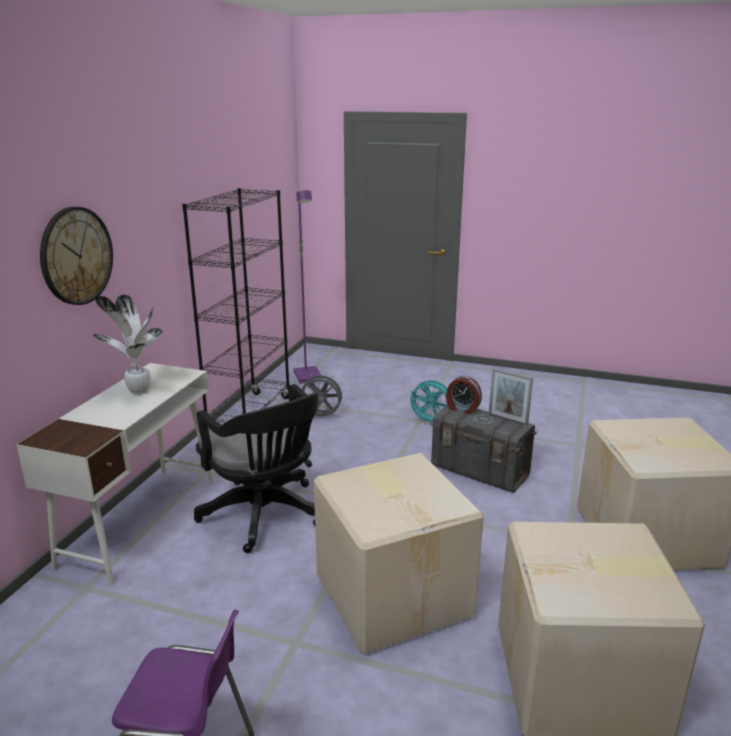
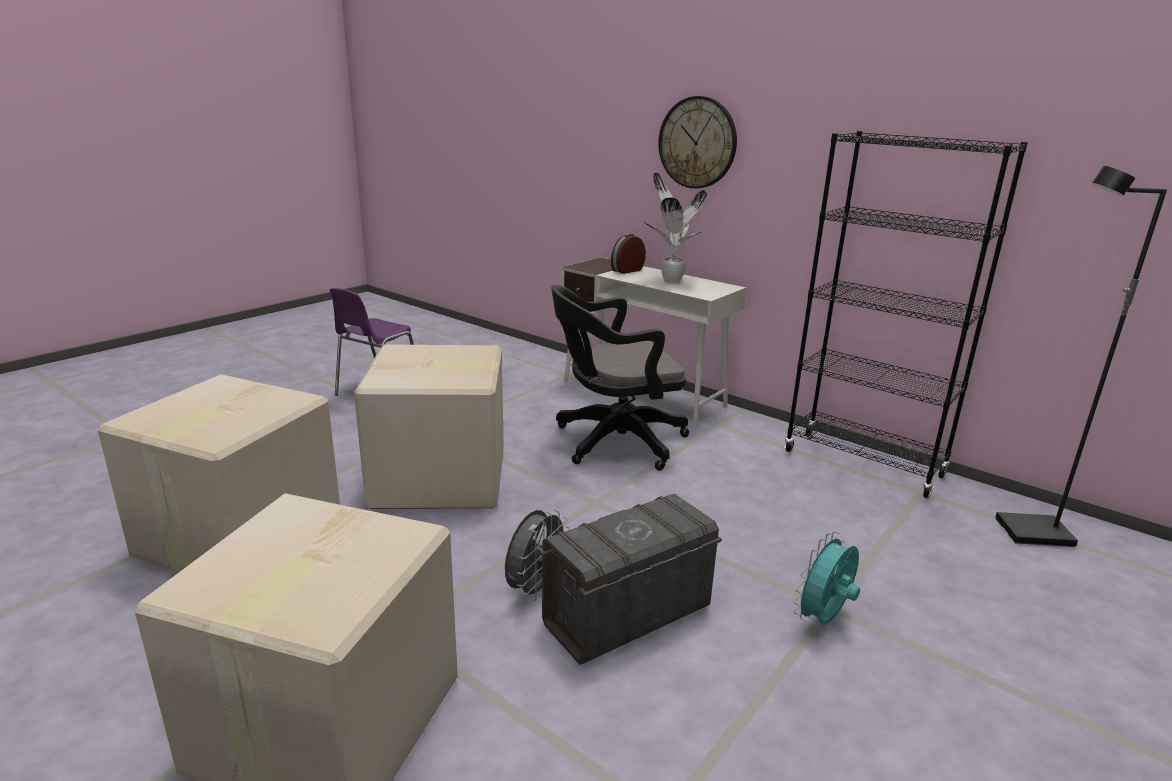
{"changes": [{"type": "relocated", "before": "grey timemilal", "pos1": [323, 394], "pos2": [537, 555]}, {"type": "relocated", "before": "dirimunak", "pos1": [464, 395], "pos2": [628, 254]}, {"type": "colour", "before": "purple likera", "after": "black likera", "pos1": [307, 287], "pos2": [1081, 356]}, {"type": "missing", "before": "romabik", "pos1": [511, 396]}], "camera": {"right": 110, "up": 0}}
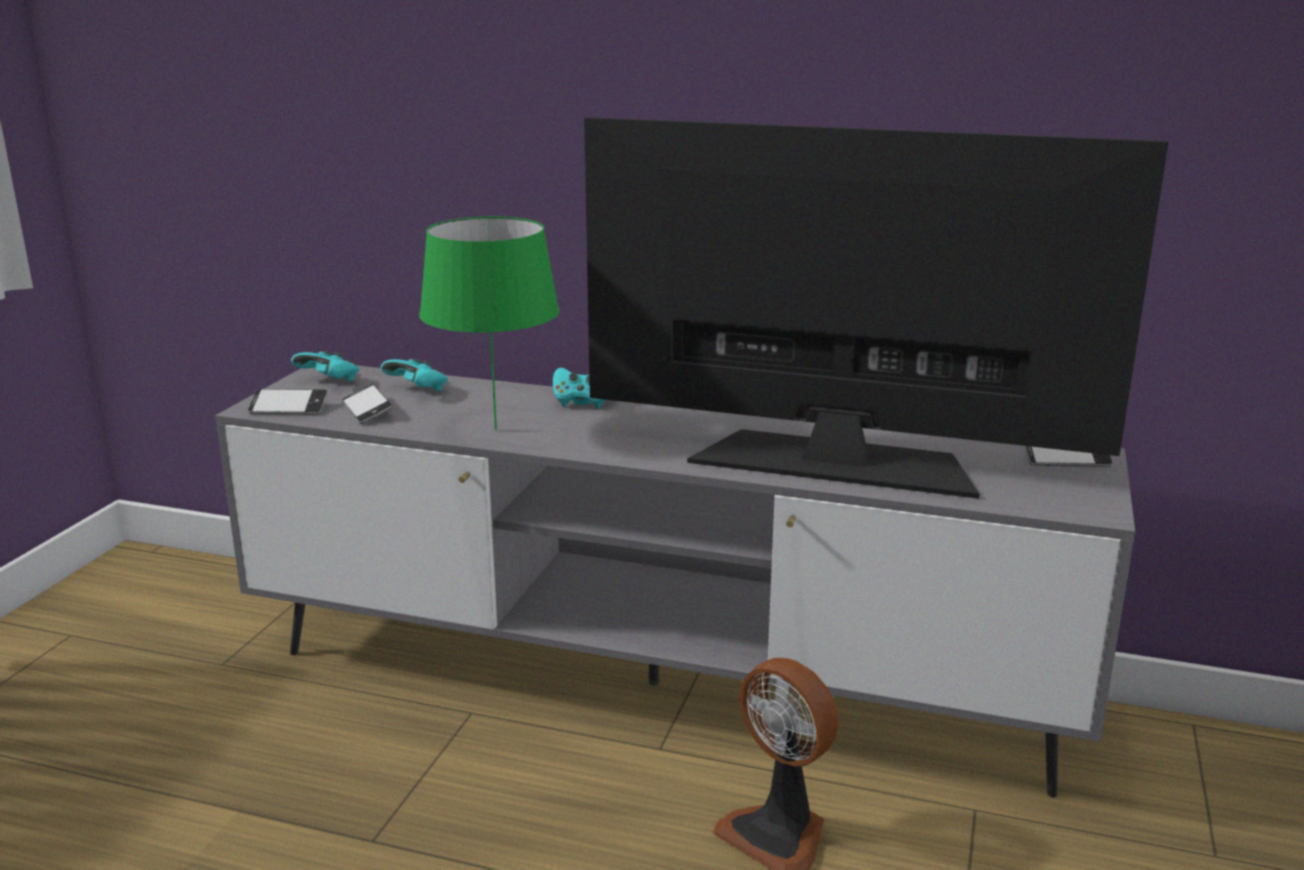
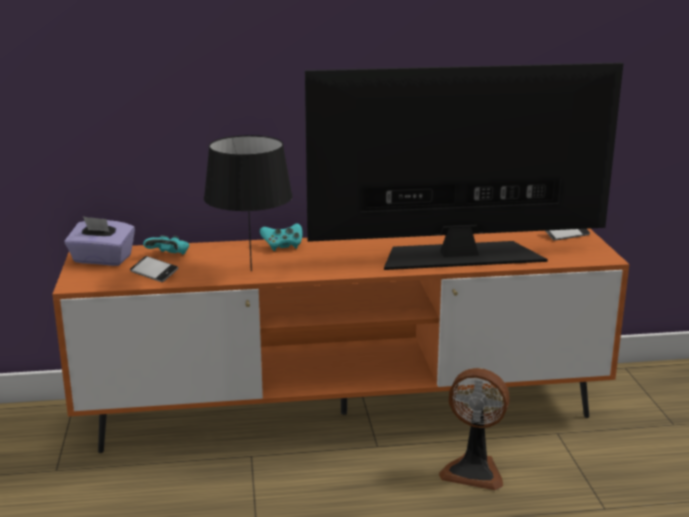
{"changes": [{"type": "colour", "before": "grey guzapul", "after": "orange guzapul", "pos1": [675, 581], "pos2": [340, 340]}, {"type": "exchanged", "before": "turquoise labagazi", "after": "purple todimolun", "pos1": [325, 366], "pos2": [100, 241]}, {"type": "colour", "before": "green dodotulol", "after": "black dodotulol", "pos1": [489, 323], "pos2": [248, 203]}, {"type": "missing", "before": "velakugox", "pos1": [288, 402]}], "camera": {"right": -25, "up": 0}}
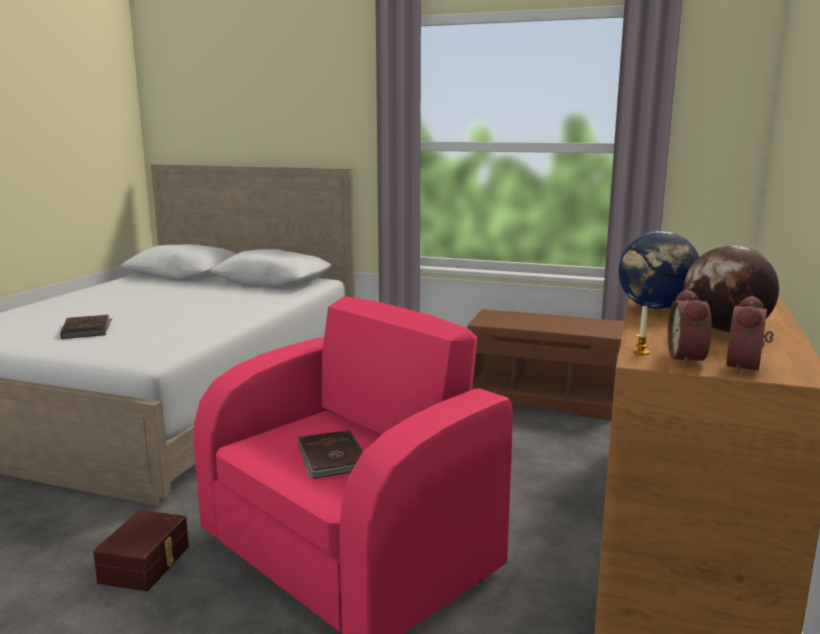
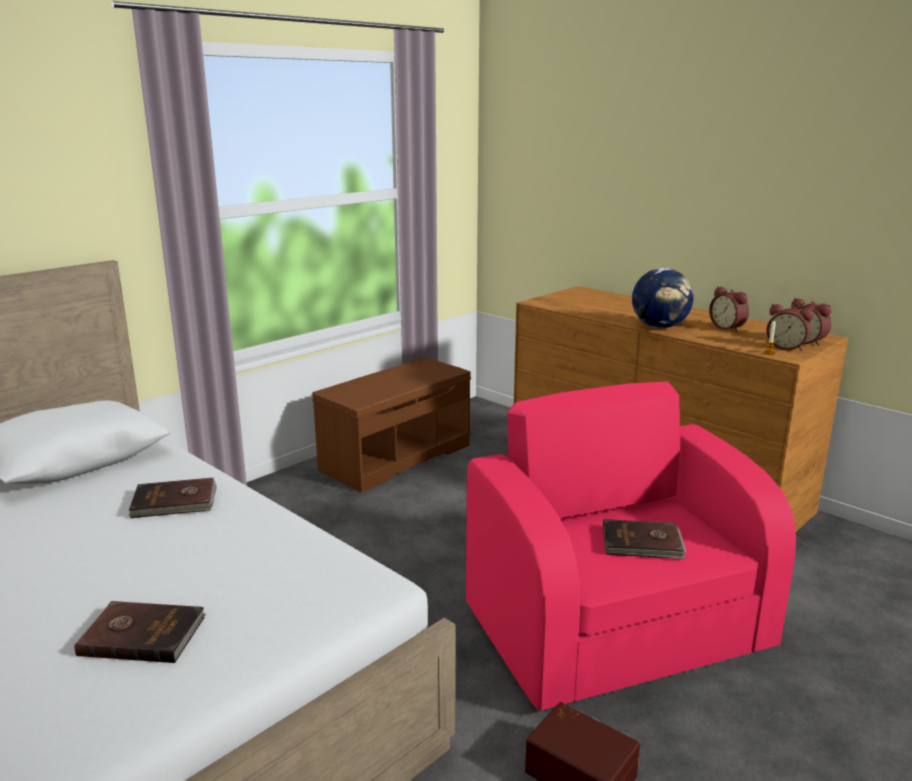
{"changes": [{"type": "appeared", "after": "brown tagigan", "pos2": [172, 498]}, {"type": "exchanged", "before": "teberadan", "after": "dirimunak", "pos1": [731, 289], "pos2": [729, 309]}], "camera": {"right": -65, "up": 5}}
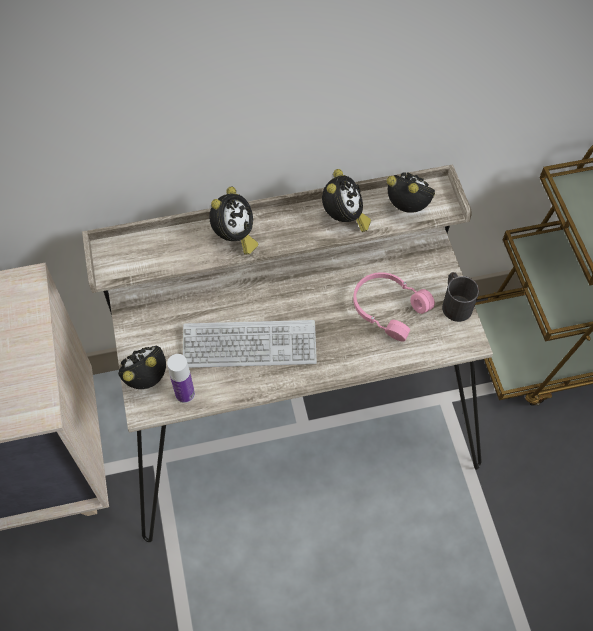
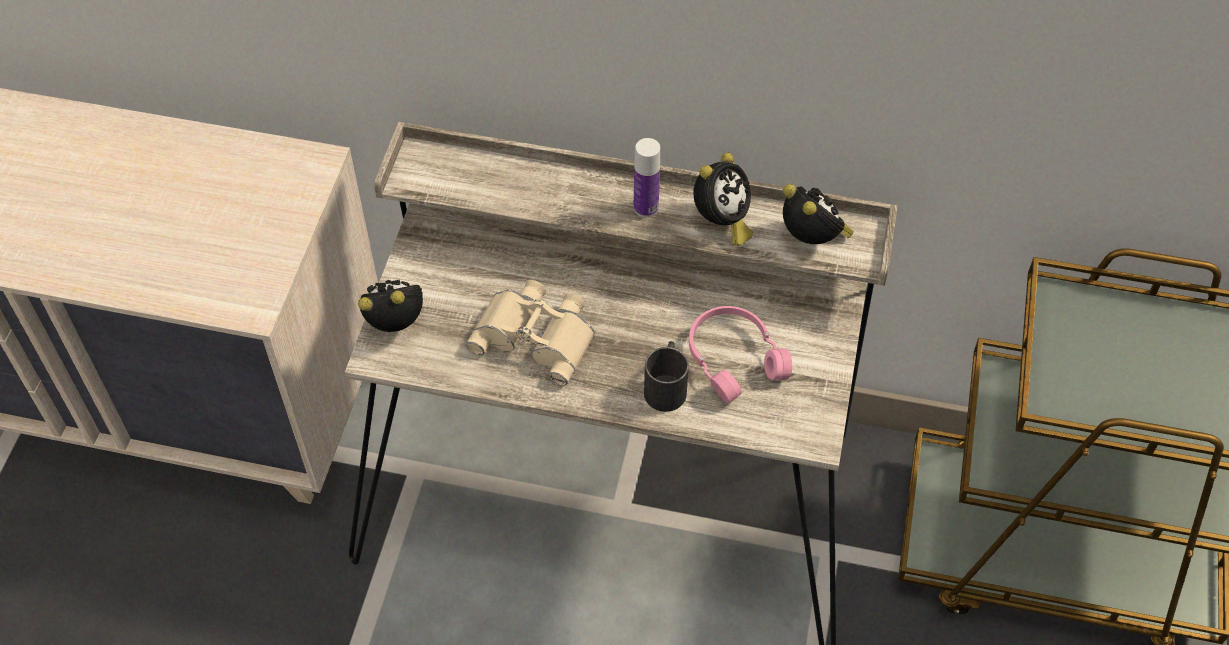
{"changes": [{"type": "exchanged", "before": "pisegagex", "after": "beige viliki", "pos1": [250, 344], "pos2": [530, 333]}, {"type": "relocated", "before": "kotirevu", "pos1": [181, 378], "pos2": [647, 177]}, {"type": "relocated", "before": "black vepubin", "pos1": [460, 297], "pos2": [666, 376]}, {"type": "missing", "before": "dirimunak", "pos1": [233, 220]}], "camera": {"right": 25, "up": -5}}
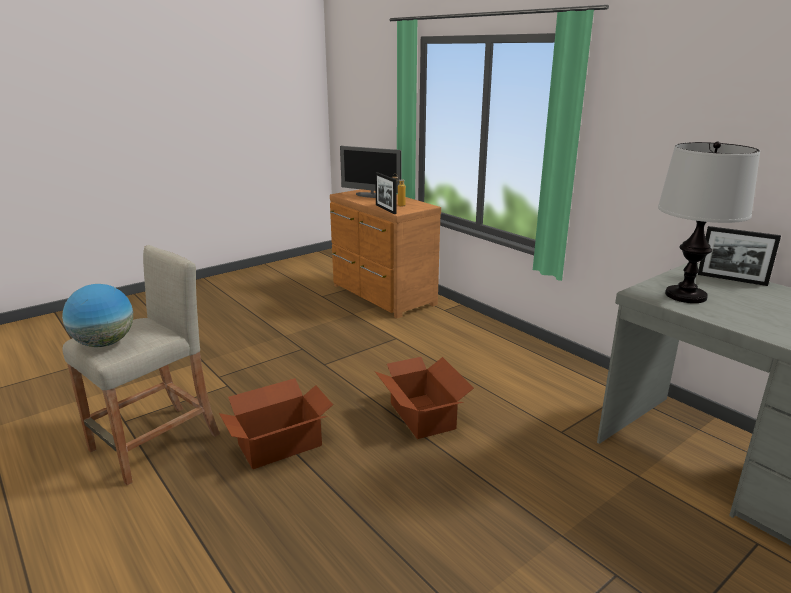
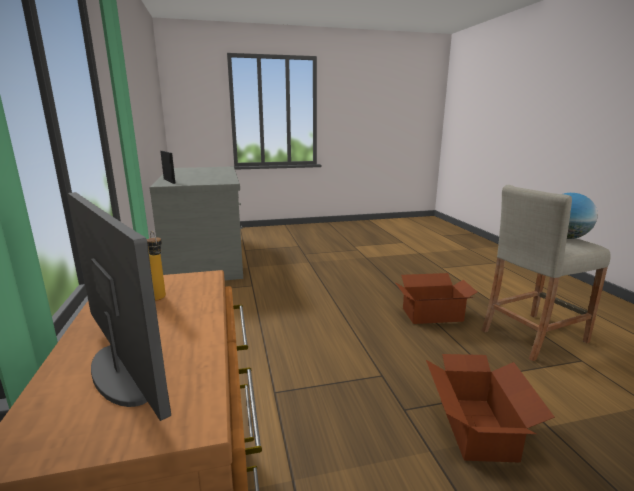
{"changes": [{"type": "relocated", "before": "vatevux", "pos1": [424, 398], "pos2": [490, 408]}, {"type": "missing", "before": "romabik", "pos1": [385, 193]}, {"type": "missing", "before": "dodotulol", "pos1": [709, 222]}], "camera": {"right": -155, "up": -5}}
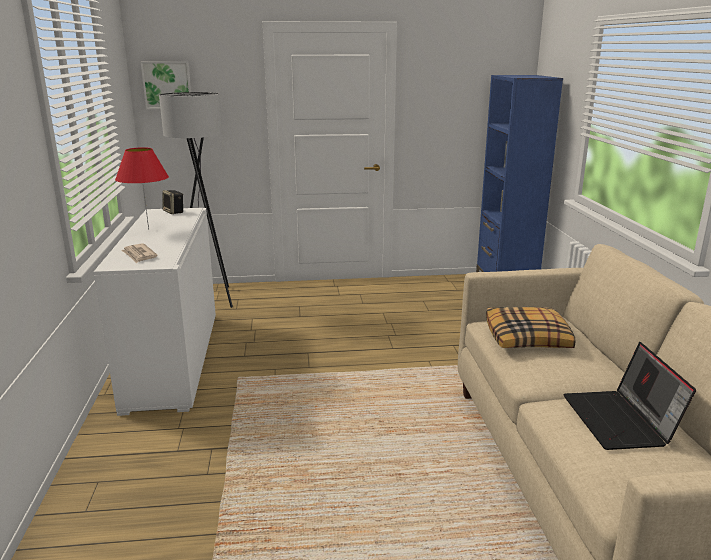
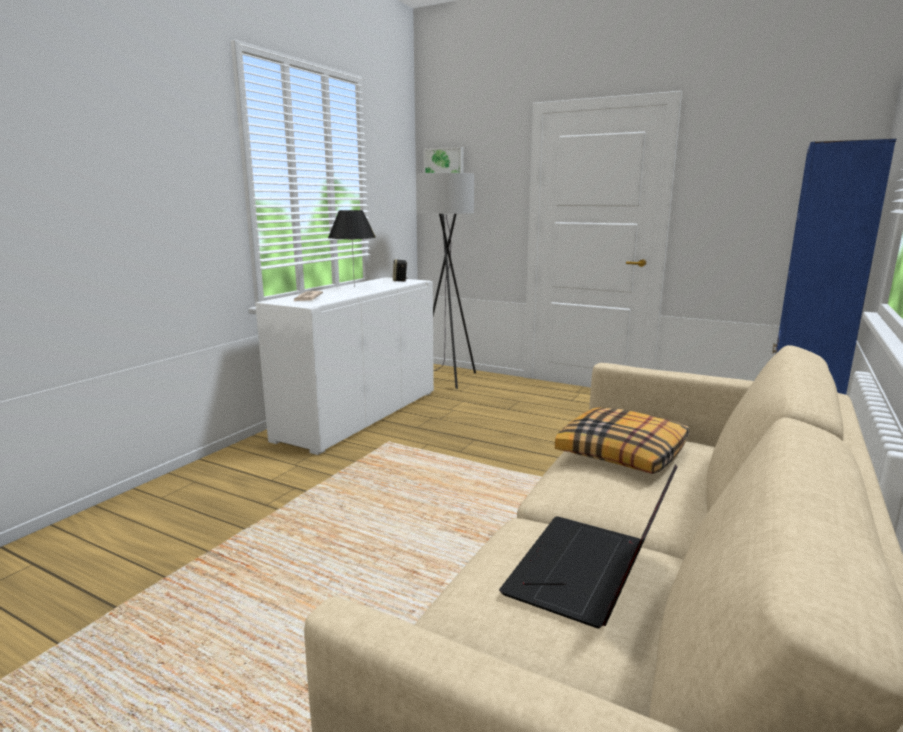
{"changes": [{"type": "colour", "before": "red dodotulol", "after": "black dodotulol", "pos1": [142, 188], "pos2": [352, 248]}], "camera": {"right": 35, "up": -5}}
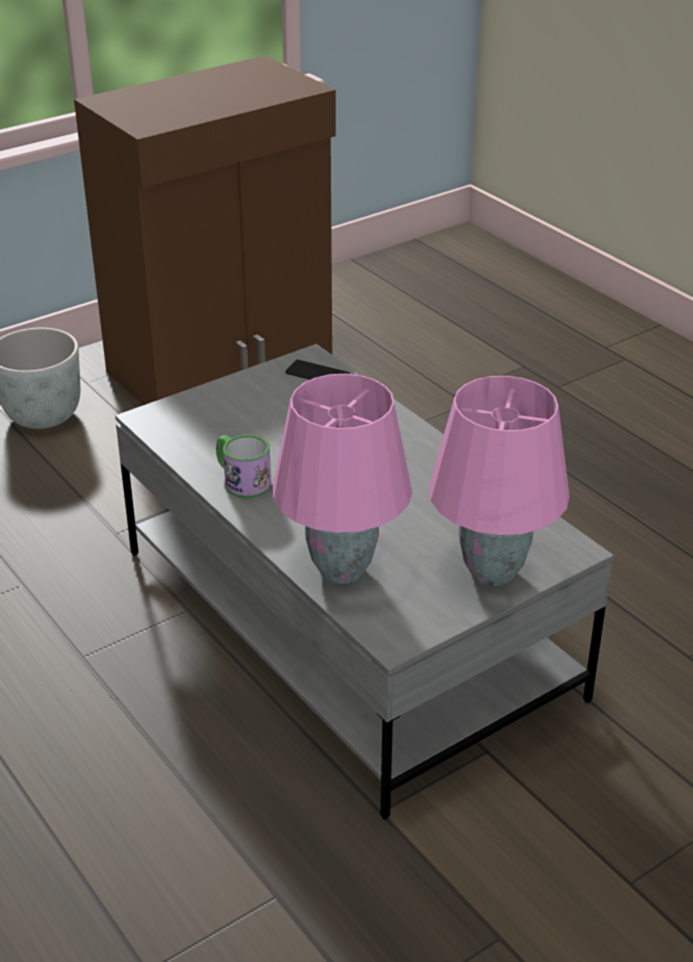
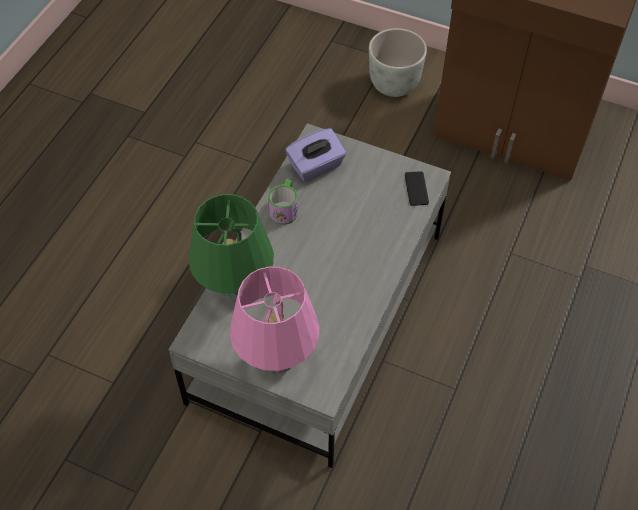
{"changes": [{"type": "colour", "before": "pink dodotulol", "after": "green dodotulol", "pos1": [342, 479], "pos2": [231, 248]}, {"type": "appeared", "after": "purple todimolun", "pos2": [315, 155]}], "camera": {"right": 60, "up": 20}}
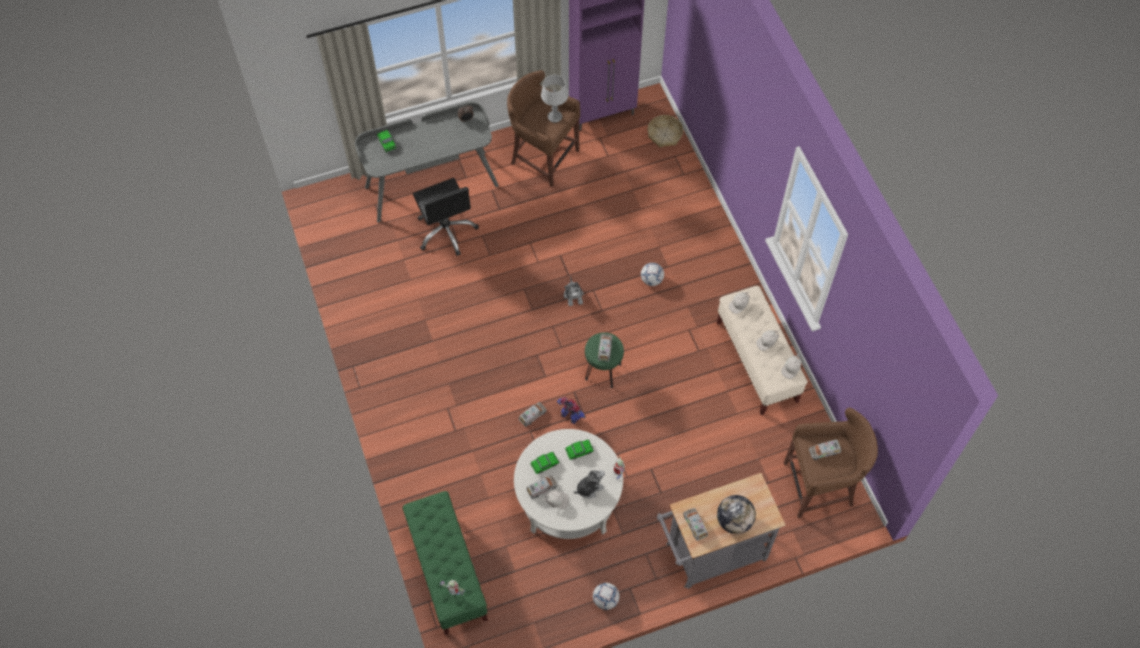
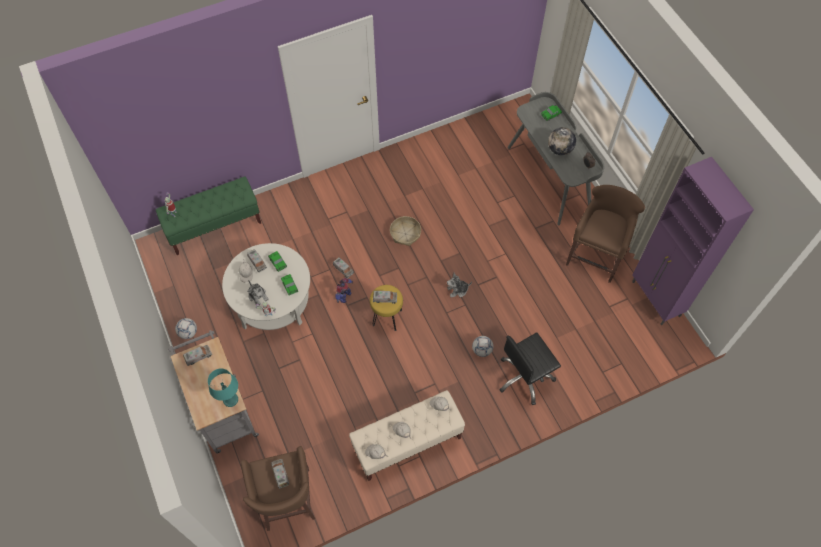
{"changes": [{"type": "appeared", "after": "turquoise dodotulol", "pos2": [223, 387]}, {"type": "colour", "before": "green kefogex", "after": "yellow kefogex", "pos1": [604, 360], "pos2": [386, 308]}, {"type": "relocated", "before": "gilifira", "pos1": [665, 131], "pos2": [405, 231]}, {"type": "relocated", "before": "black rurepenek", "pos1": [446, 217], "pos2": [530, 368]}, {"type": "relocated", "before": "teberadan", "pos1": [736, 514], "pos2": [562, 141]}, {"type": "missing", "before": "grey dodotulol", "pos1": [554, 99]}], "camera": {"right": 85, "up": 0}}
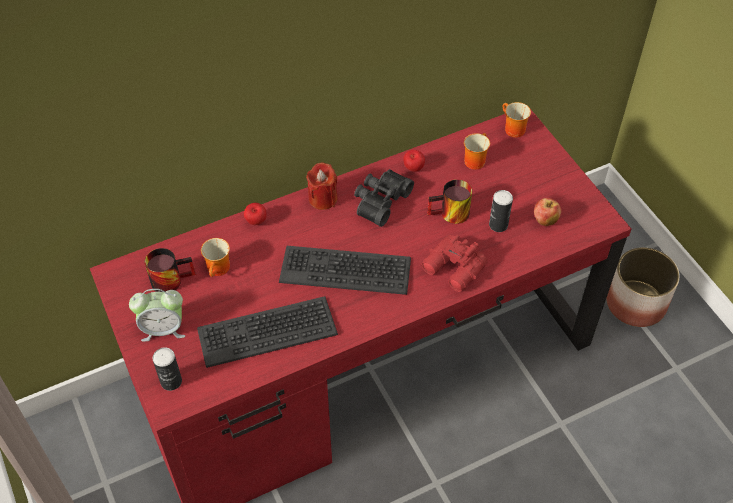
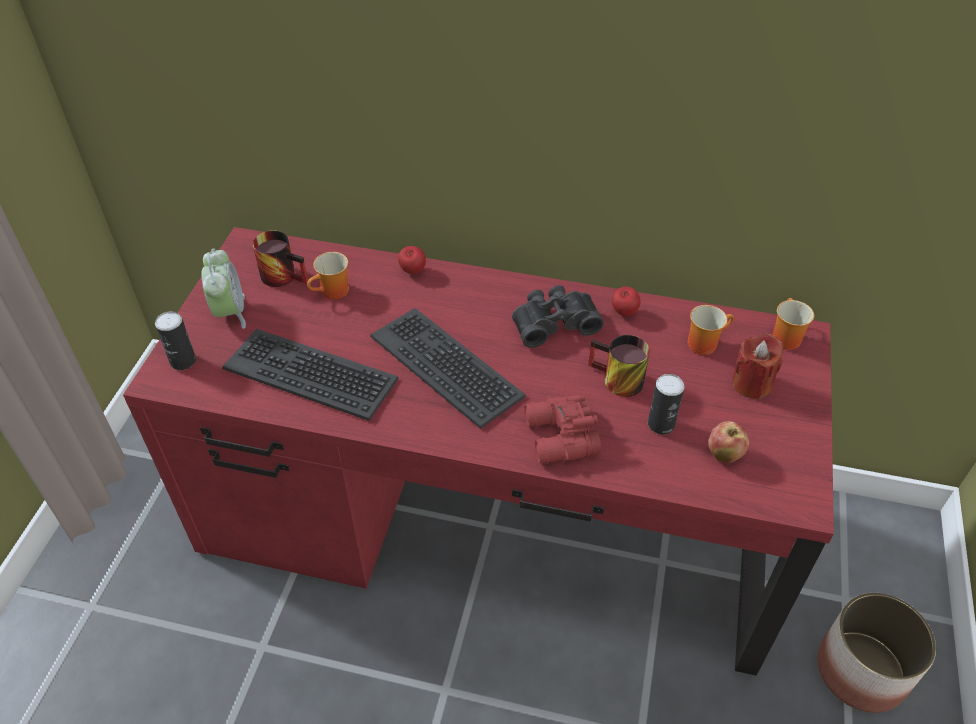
{"changes": [{"type": "spun", "before": "dirimunak", "pos1": [157, 315], "pos2": [224, 289], "turn": -135}, {"type": "relocated", "before": "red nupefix", "pos1": [322, 186], "pos2": [757, 366]}], "camera": {"right": 40, "up": -5}}
